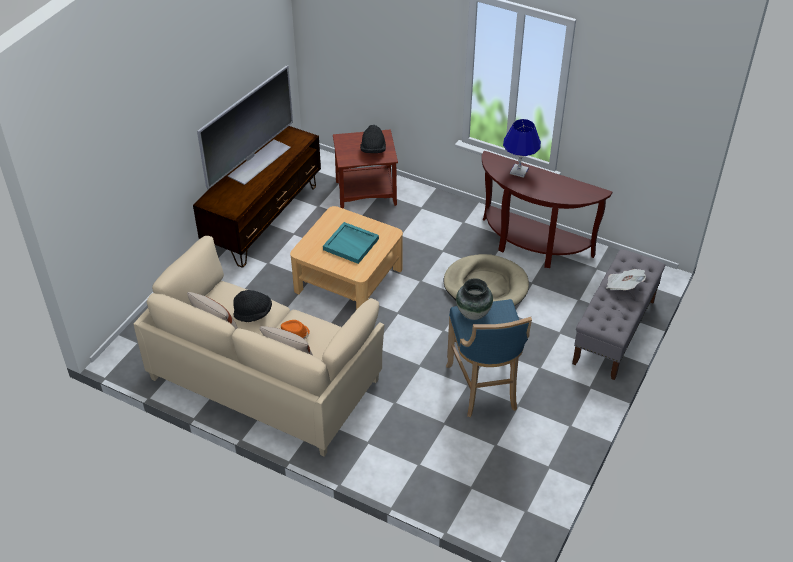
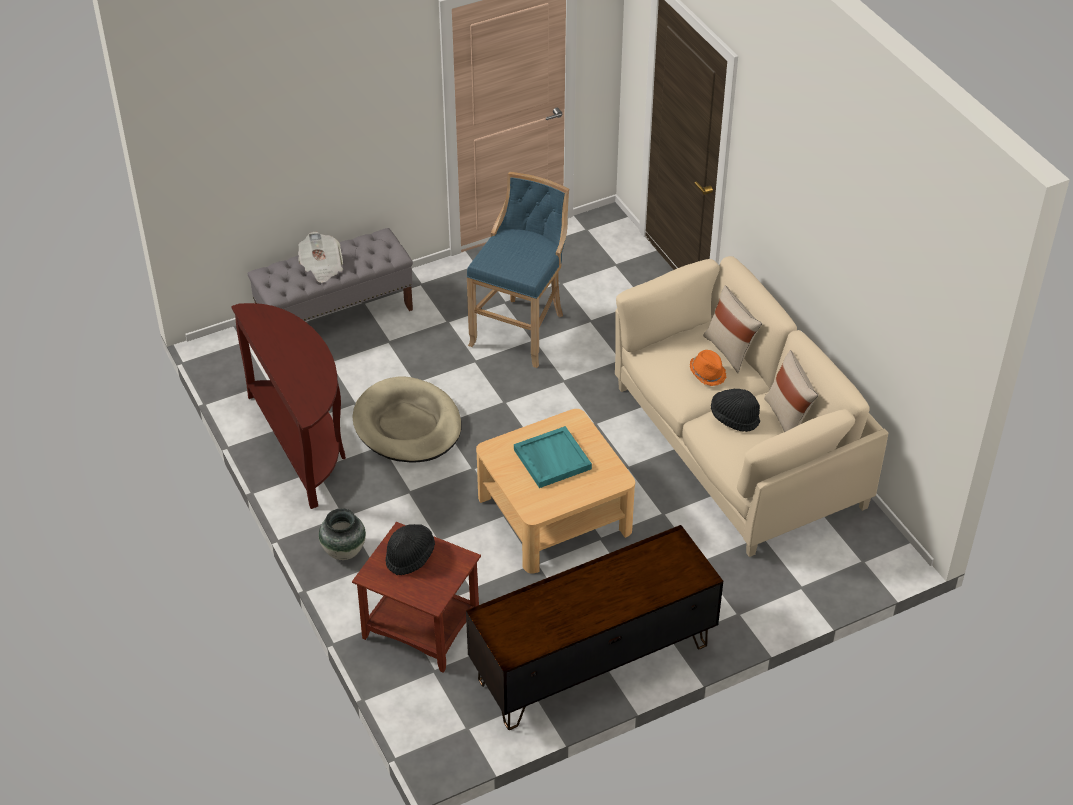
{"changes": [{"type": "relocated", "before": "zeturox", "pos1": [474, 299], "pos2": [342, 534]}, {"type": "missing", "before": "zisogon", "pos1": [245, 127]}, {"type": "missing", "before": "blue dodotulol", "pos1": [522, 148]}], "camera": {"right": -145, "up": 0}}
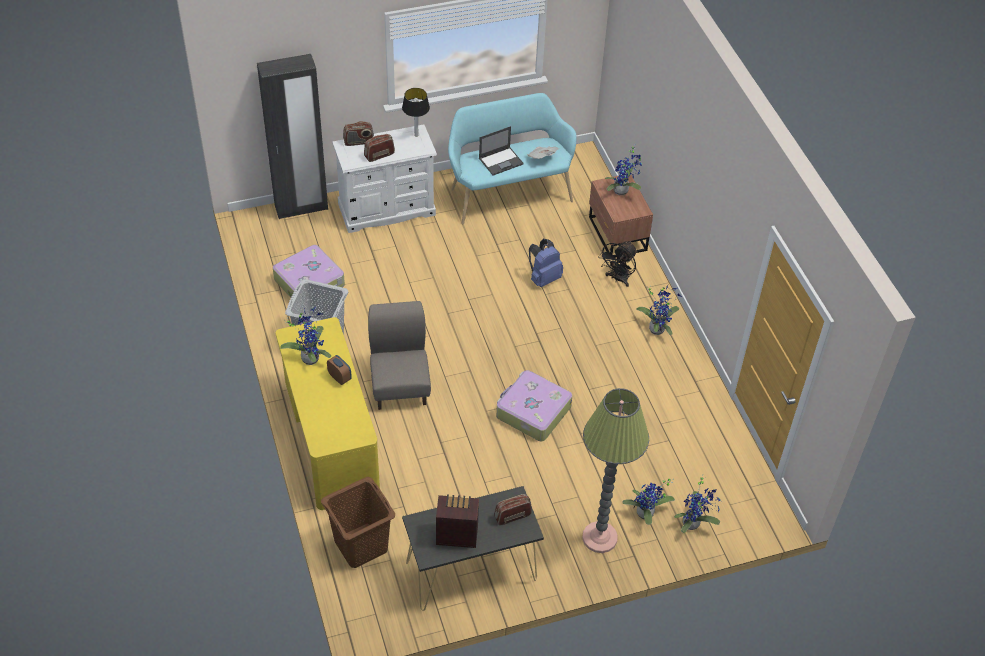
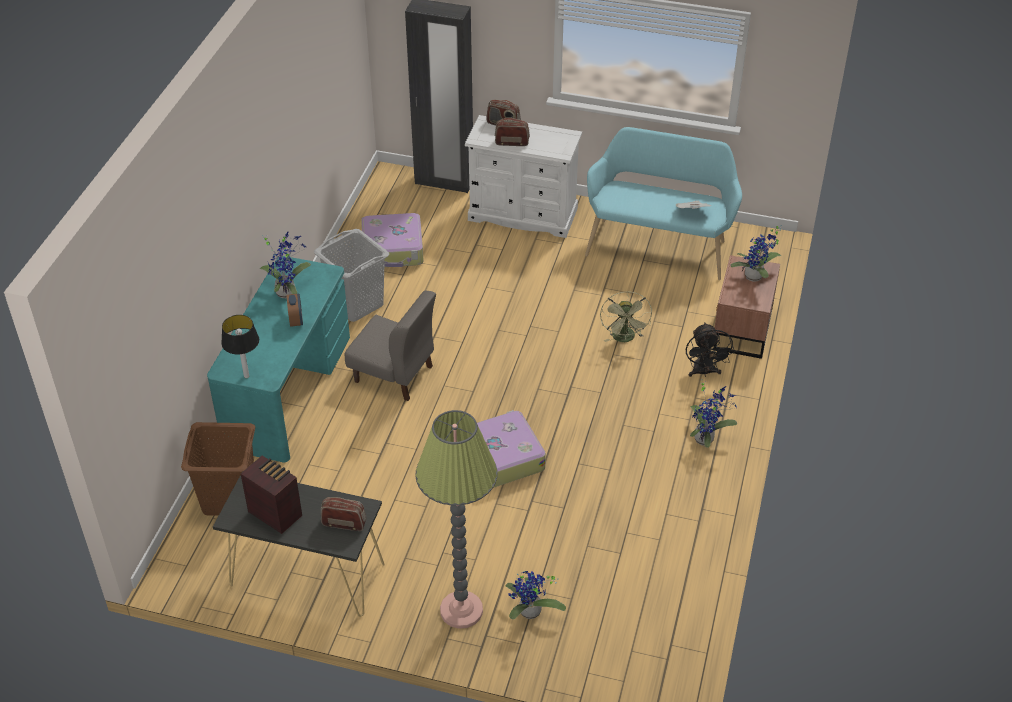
{"changes": [{"type": "colour", "before": "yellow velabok", "after": "turquoise velabok", "pos1": [327, 413], "pos2": [278, 359]}, {"type": "relocated", "before": "dodotulol", "pos1": [416, 112], "pos2": [240, 346]}, {"type": "spun", "before": "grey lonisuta", "pos1": [399, 355], "pos2": [390, 346], "turn": 90}, {"type": "exchanged", "before": "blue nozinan", "after": "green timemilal", "pos1": [546, 263], "pos2": [626, 317]}, {"type": "spun", "before": "black timemilal", "pos1": [618, 264], "pos2": [710, 349], "turn": -75}, {"type": "missing", "before": "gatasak", "pos1": [501, 150]}, {"type": "missing", "before": "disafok", "pos1": [697, 504]}], "camera": {"right": 35, "up": -5}}
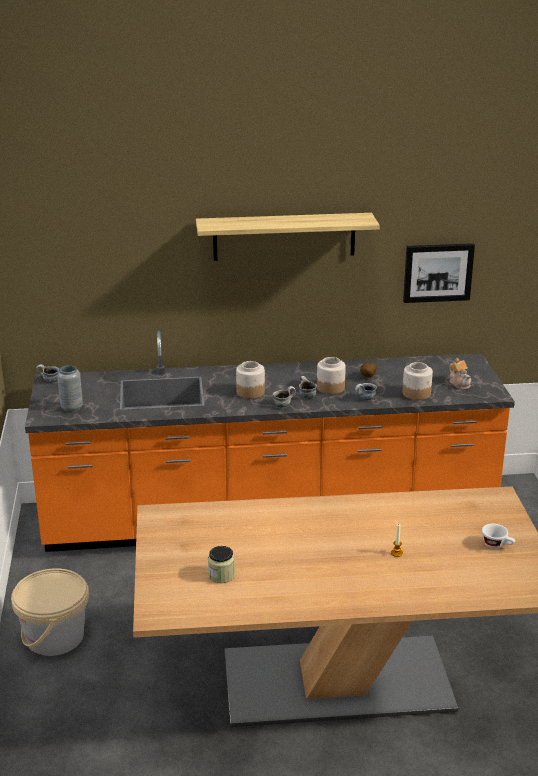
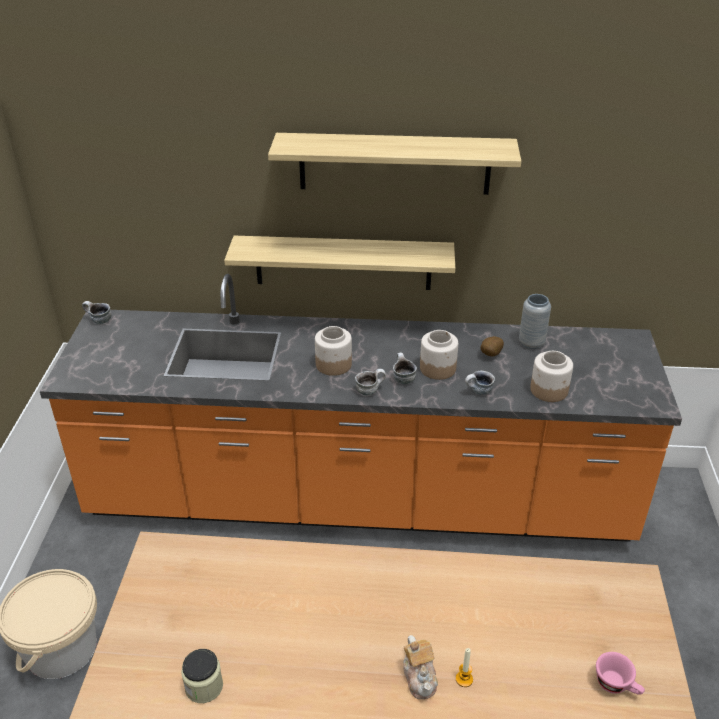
{"changes": [{"type": "appeared", "after": "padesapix", "pos2": [339, 263]}, {"type": "relocated", "before": "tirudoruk", "pos1": [460, 374], "pos2": [420, 667]}, {"type": "relocated", "before": "grey zeturox", "pos1": [70, 388], "pos2": [535, 321]}, {"type": "colour", "before": "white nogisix", "after": "pink nogisix", "pos1": [498, 536], "pos2": [620, 673]}, {"type": "missing", "before": "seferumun", "pos1": [439, 273]}], "camera": {"right": 10, "up": 10}}
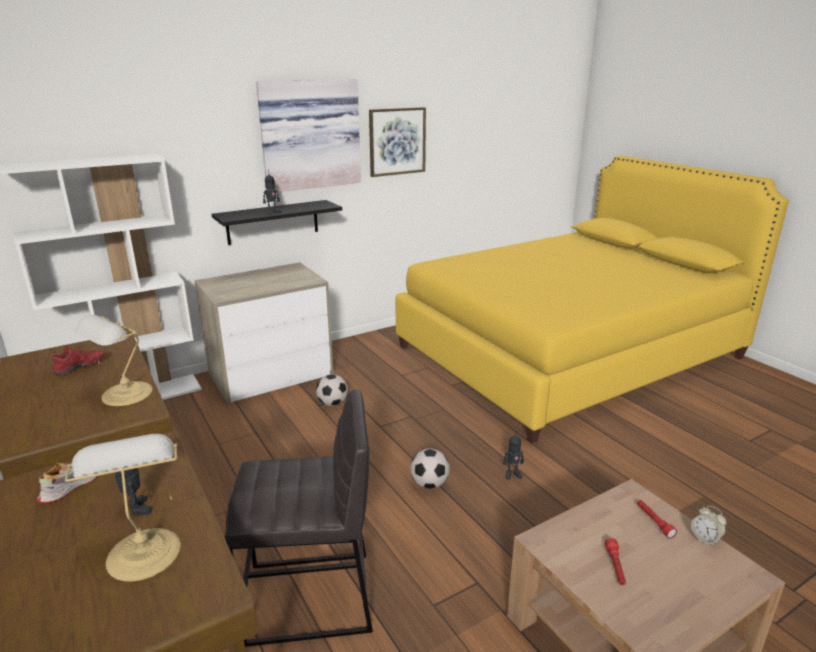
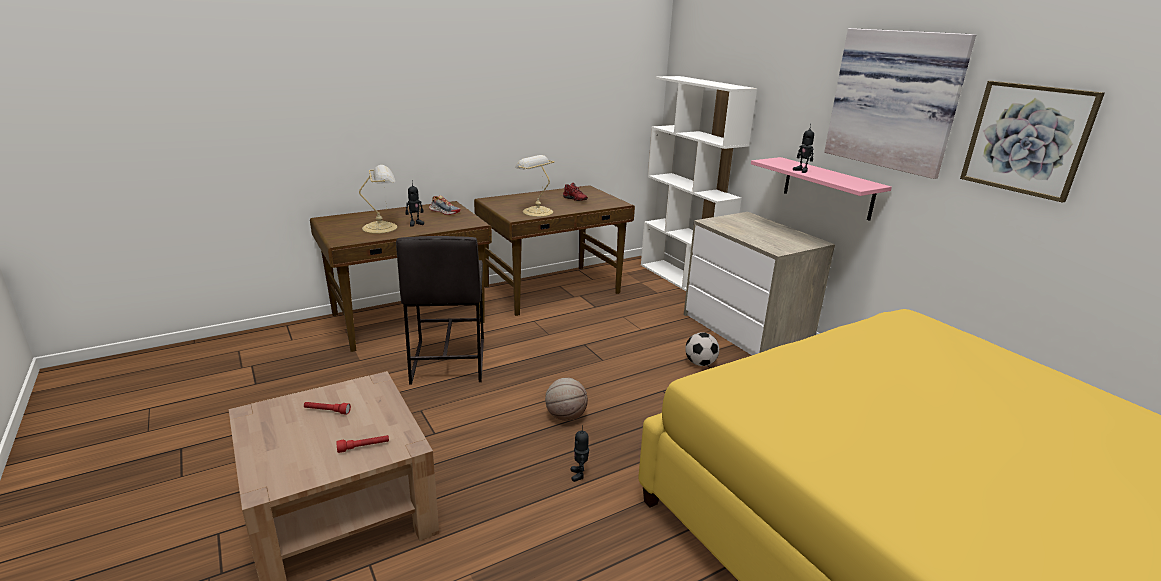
{"changes": [{"type": "exchanged", "before": "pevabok", "after": "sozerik", "pos1": [430, 468], "pos2": [566, 399]}, {"type": "colour", "before": "black padesapix", "after": "pink padesapix", "pos1": [276, 222], "pos2": [821, 189]}, {"type": "missing", "before": "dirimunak", "pos1": [709, 526]}], "camera": {"right": 90, "up": 0}}
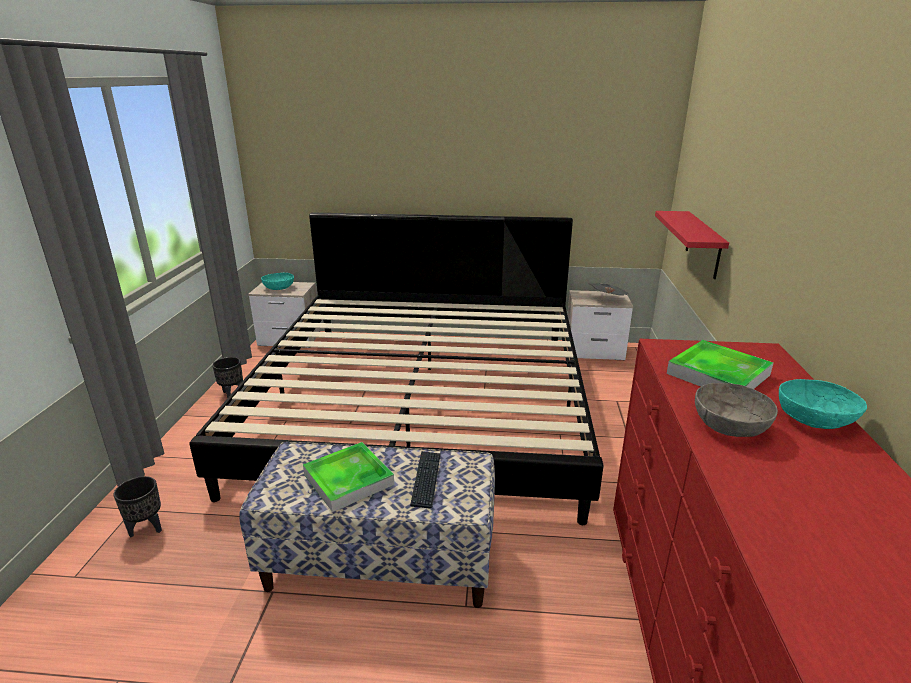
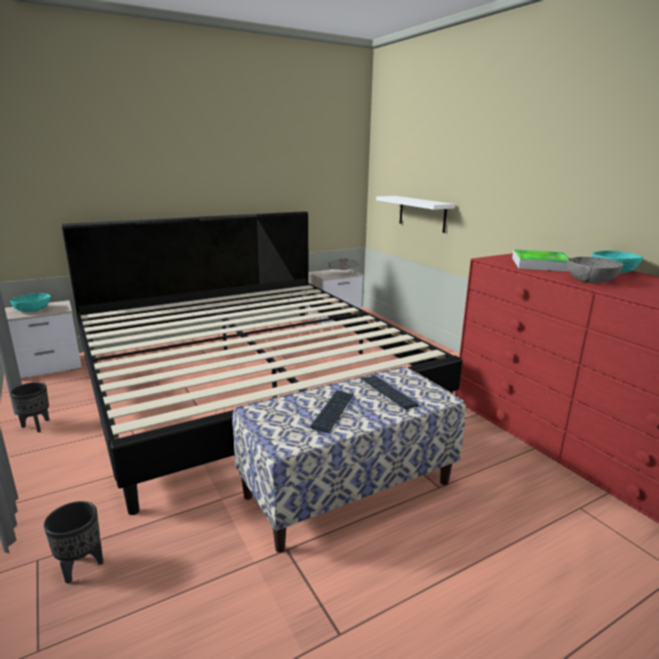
{"changes": [{"type": "exchanged", "before": "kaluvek", "after": "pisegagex", "pos1": [348, 477], "pos2": [332, 411]}, {"type": "colour", "before": "red padesapix", "after": "white padesapix", "pos1": [692, 245], "pos2": [415, 214]}], "camera": {"right": -35, "up": -5}}
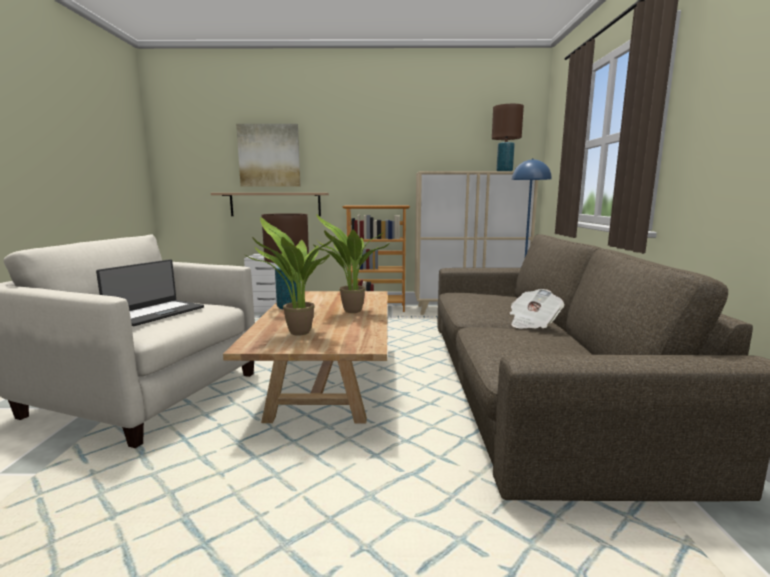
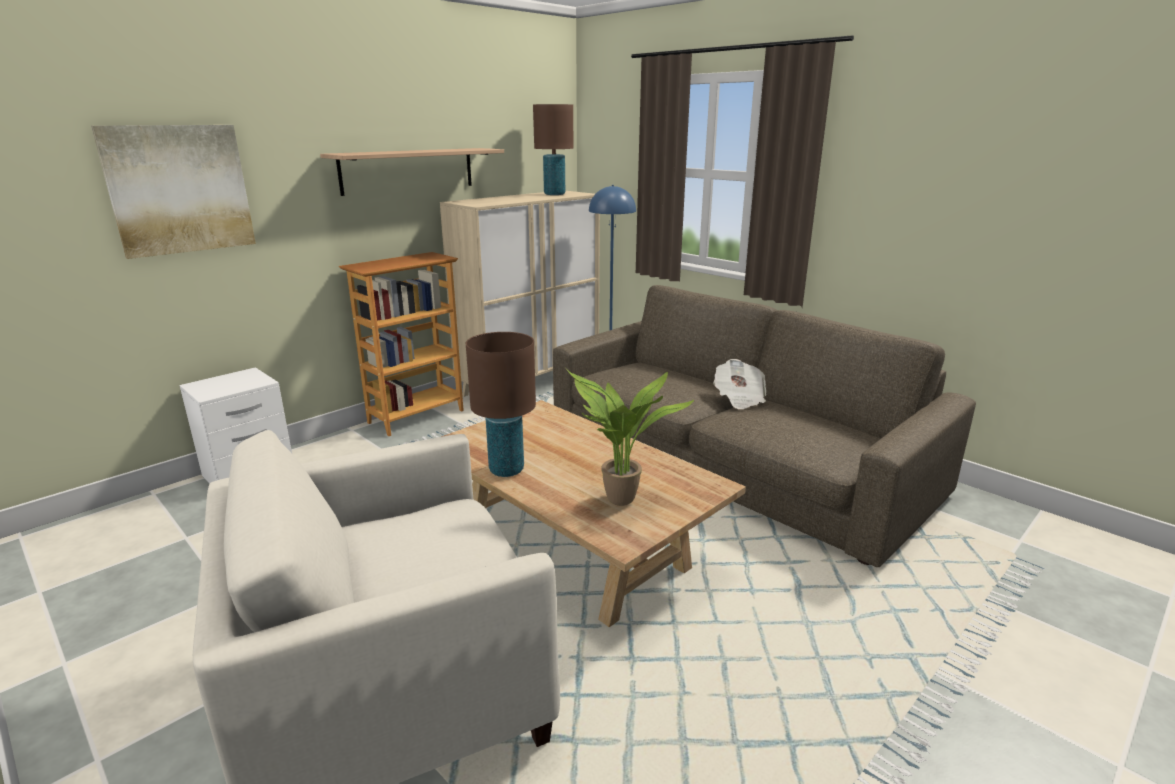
{"changes": [{"type": "relocated", "before": "padesapix", "pos1": [270, 204], "pos2": [412, 172]}, {"type": "missing", "before": "gatasak", "pos1": [150, 292]}, {"type": "missing", "before": "disafok", "pos1": [351, 263]}], "camera": {"right": -45, "up": 10}}
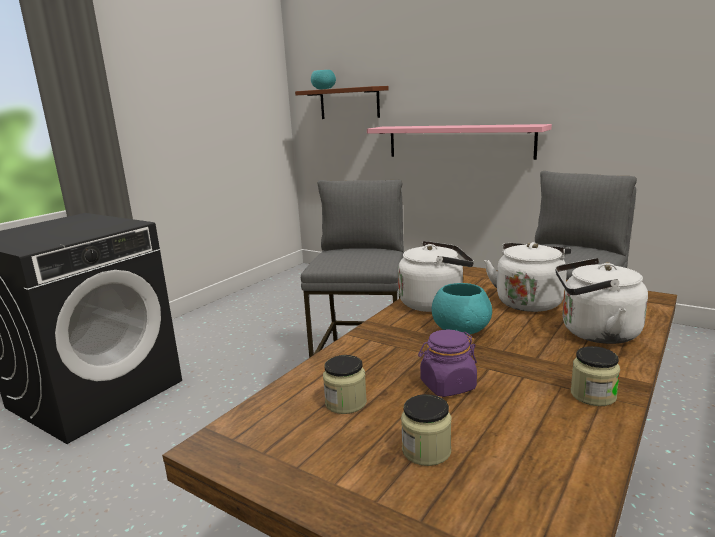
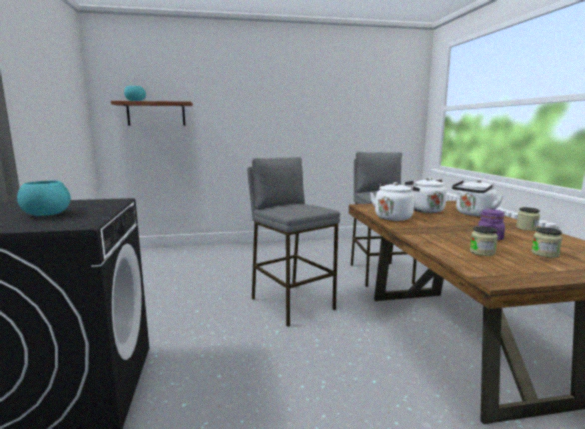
{"changes": [{"type": "relocated", "before": "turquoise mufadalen", "pos1": [462, 309], "pos2": [44, 198]}, {"type": "missing", "before": "pink padesapix", "pos1": [459, 142]}], "camera": {"right": -45, "up": -5}}
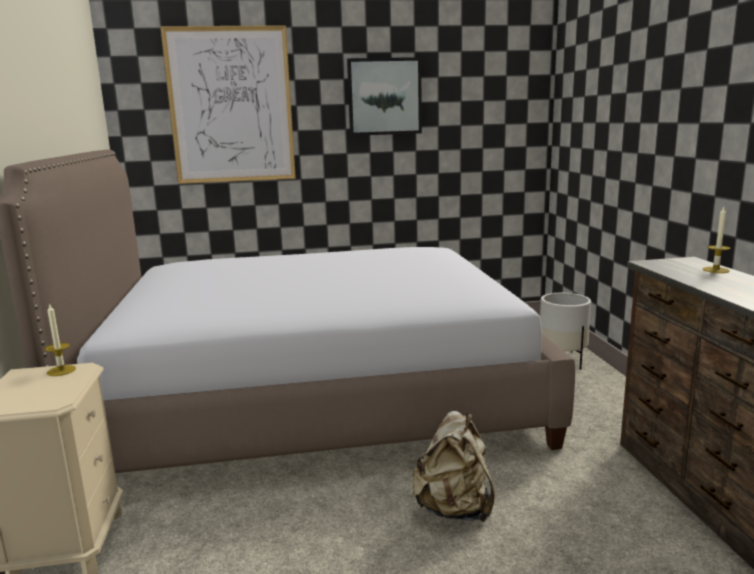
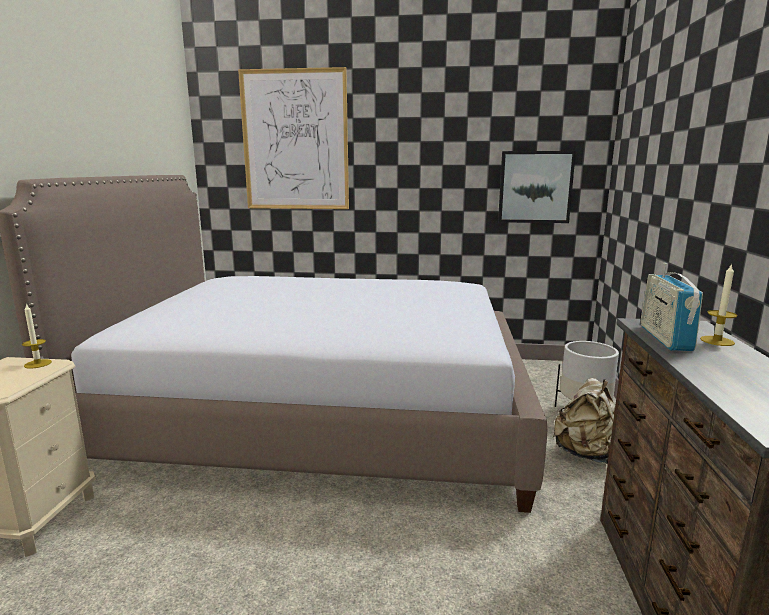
{"changes": [{"type": "relocated", "before": "seferumun", "pos1": [384, 96], "pos2": [537, 187]}, {"type": "relocated", "before": "beige nozinan", "pos1": [453, 466], "pos2": [584, 421]}, {"type": "appeared", "after": "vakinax", "pos2": [672, 307]}], "camera": {"right": 15, "up": 0}}
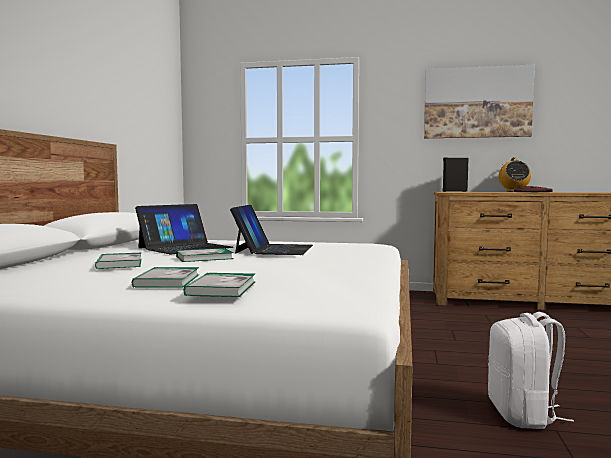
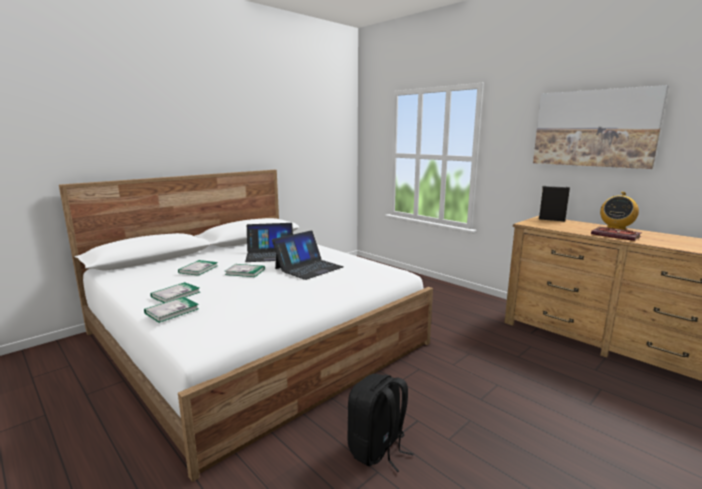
{"changes": [{"type": "colour", "before": "white nozinan", "after": "black nozinan", "pos1": [531, 370], "pos2": [381, 423]}], "camera": {"right": 35, "up": 10}}
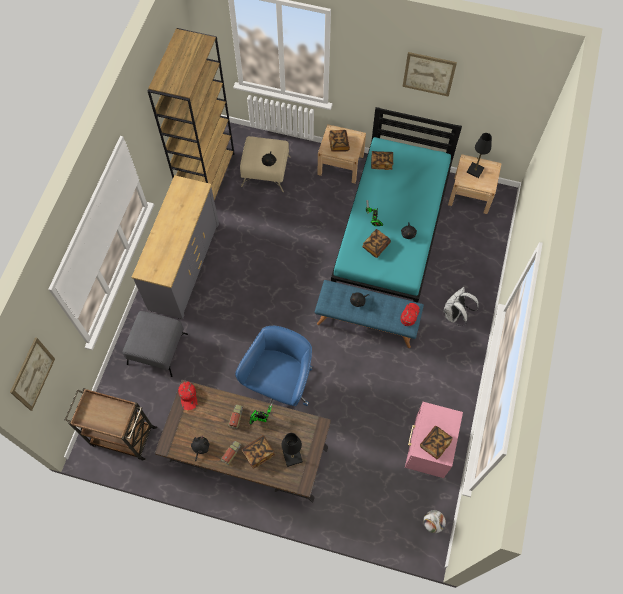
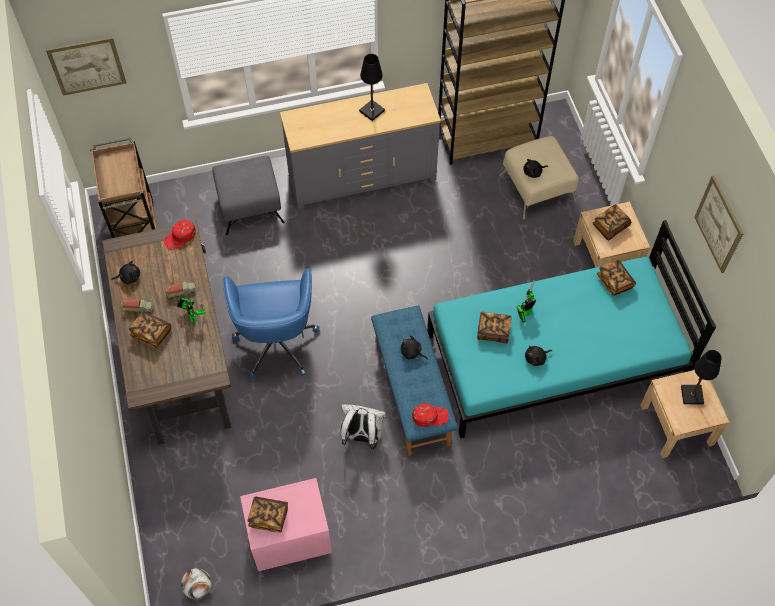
{"changes": [{"type": "spun", "before": "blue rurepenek", "pos1": [273, 366], "pos2": [271, 323], "turn": 90}, {"type": "relocated", "before": "white nozinan", "pos1": [461, 306], "pos2": [363, 427]}, {"type": "relocated", "before": "black dodotulol", "pos1": [292, 450], "pos2": [372, 87]}], "camera": {"right": 60, "up": -5}}
